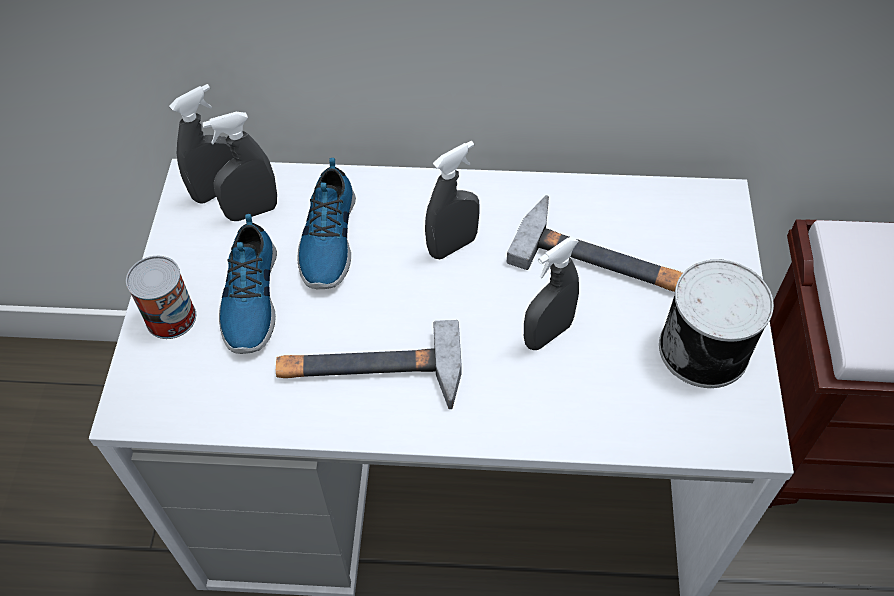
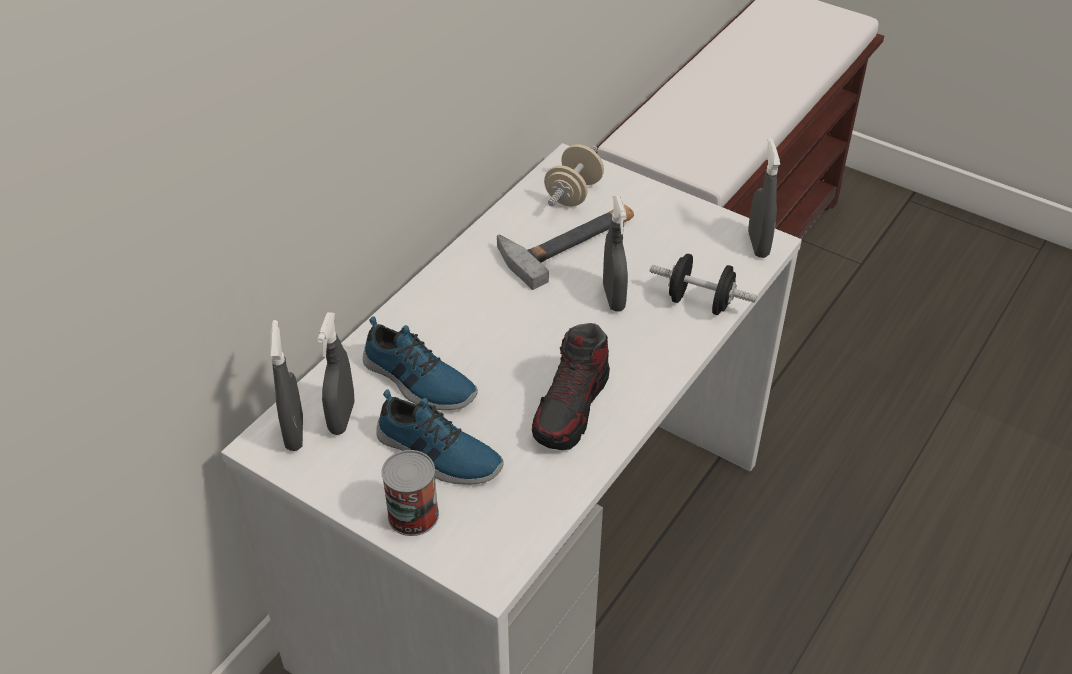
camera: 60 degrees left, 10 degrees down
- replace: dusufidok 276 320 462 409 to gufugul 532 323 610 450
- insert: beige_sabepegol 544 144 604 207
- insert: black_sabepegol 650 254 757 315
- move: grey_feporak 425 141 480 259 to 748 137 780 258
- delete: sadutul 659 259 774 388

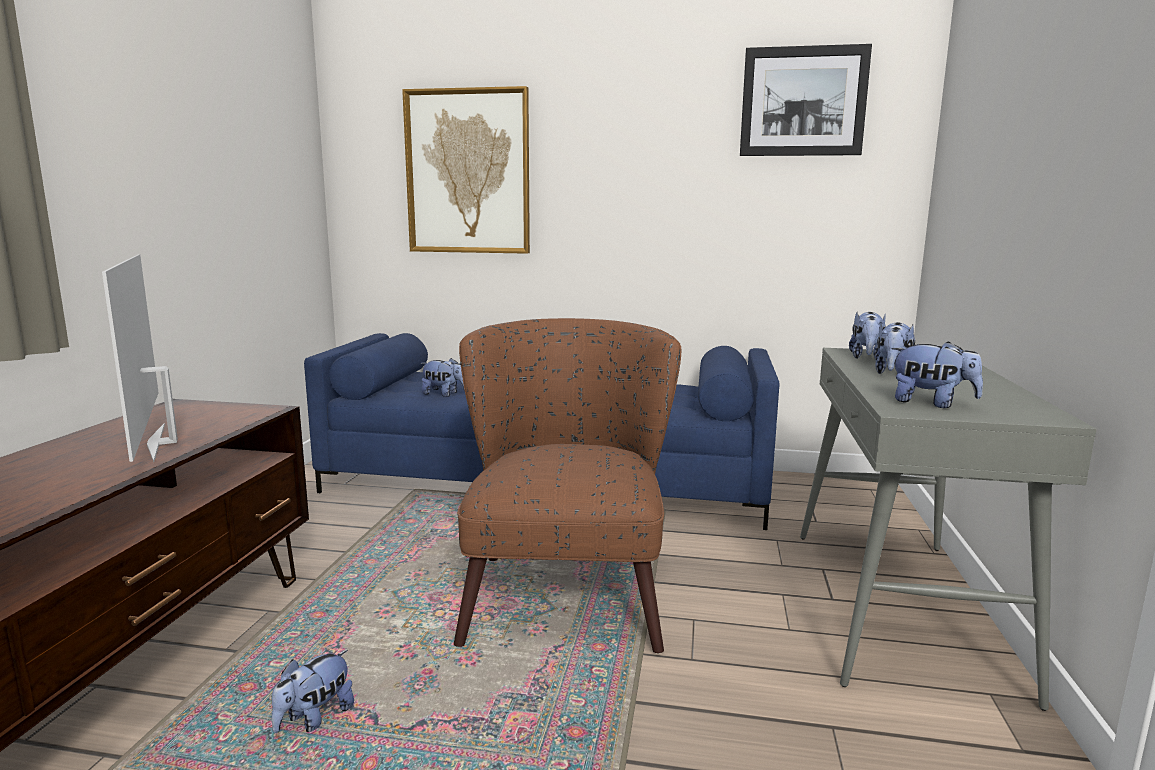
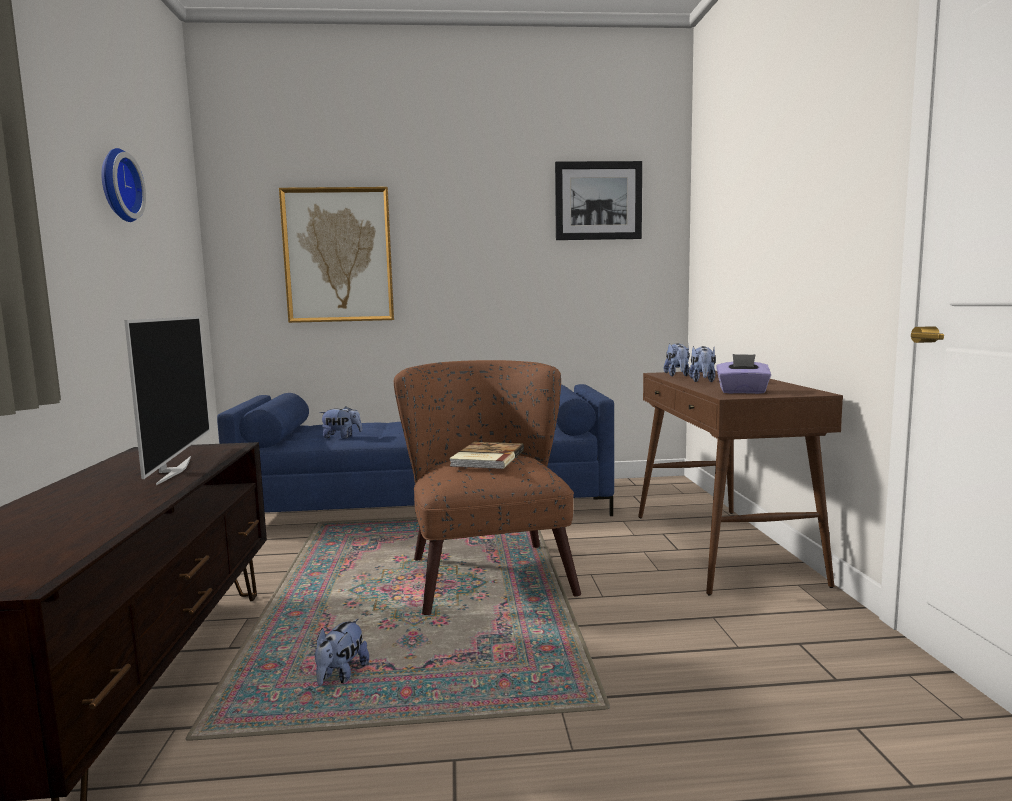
camera: 15 degrees left, 5 degrees down
- insert: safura 101 148 146 222
- rotate: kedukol 102 255 178 462 = 124 316 210 485 150 degrees counterclockwise
- insert: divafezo 449 442 524 469
- recolor: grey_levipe 800 348 1097 711 to brown_levipe 638 371 843 596
- replace: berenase 891 341 983 408 to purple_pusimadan 716 354 771 394

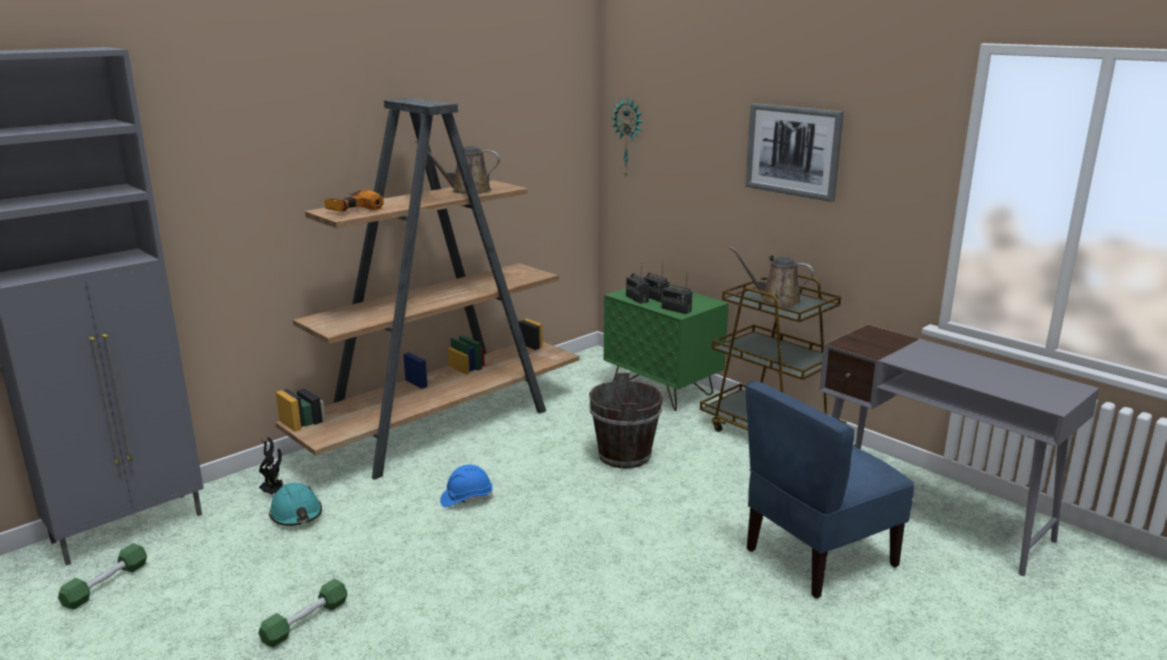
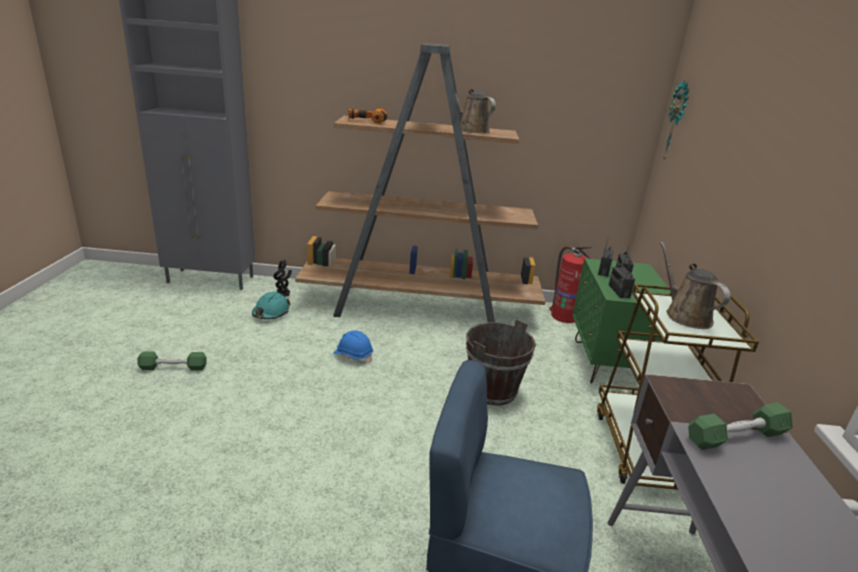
camera: 45 degrees right, 5 degrees up
- insert: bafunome 549 246 592 323
- move: green_sabepegol 58 543 147 609 to 688 403 793 450
- delete: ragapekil 745 103 844 202

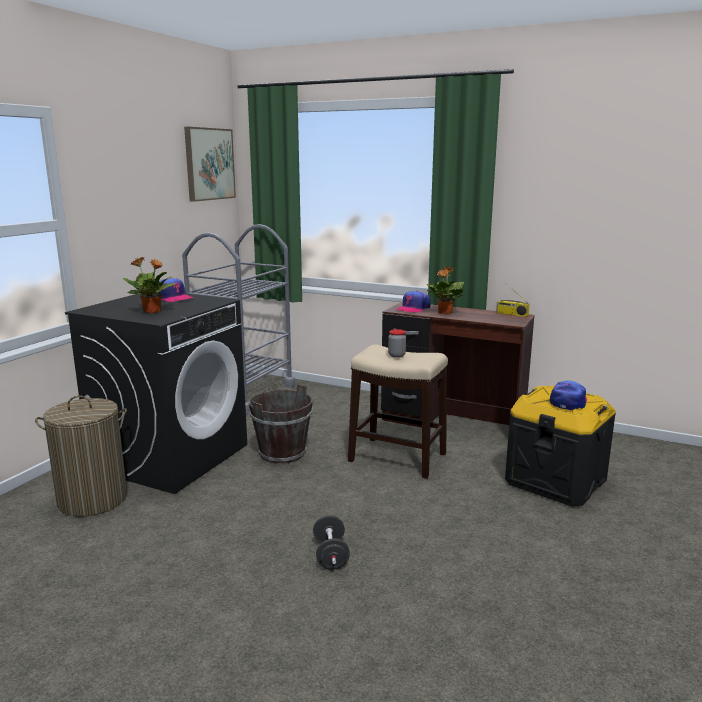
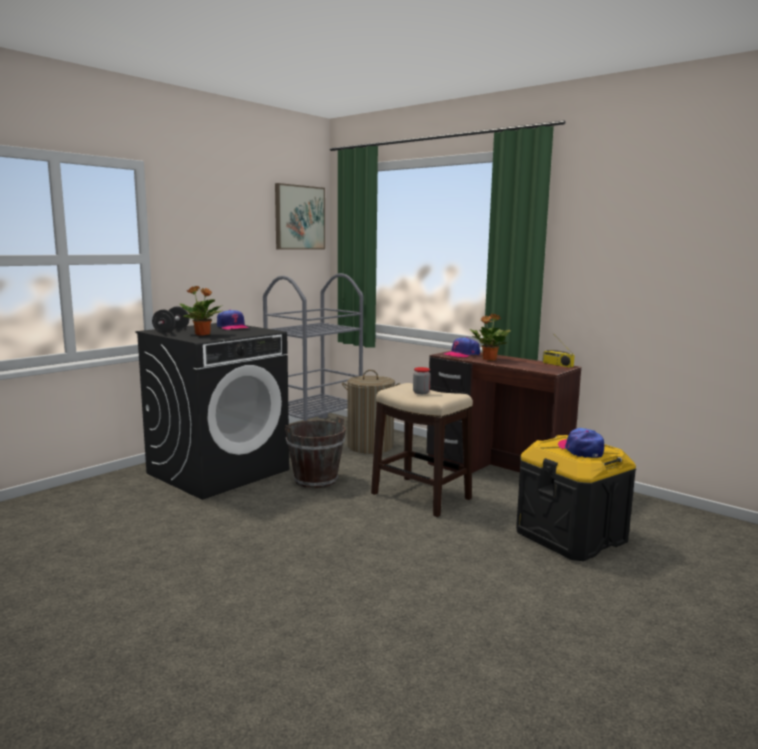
camera: 15 degrees right, 5 degrees down
- move: black_sabepegol 313 515 350 570 to 152 306 189 334
- move: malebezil 35 396 127 517 to 342 370 401 454
- rotate: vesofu 550 381 587 410 = 558 428 604 458 60 degrees counterclockwise

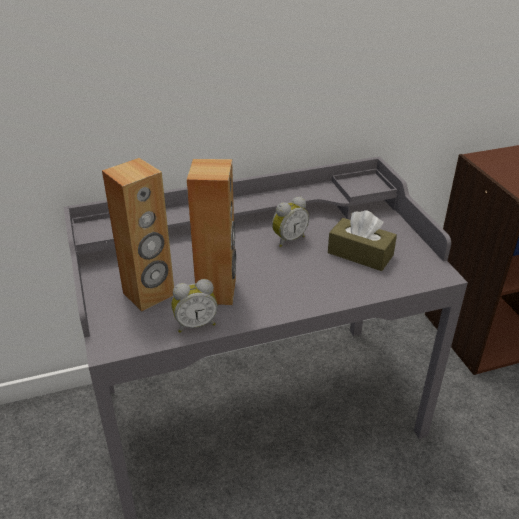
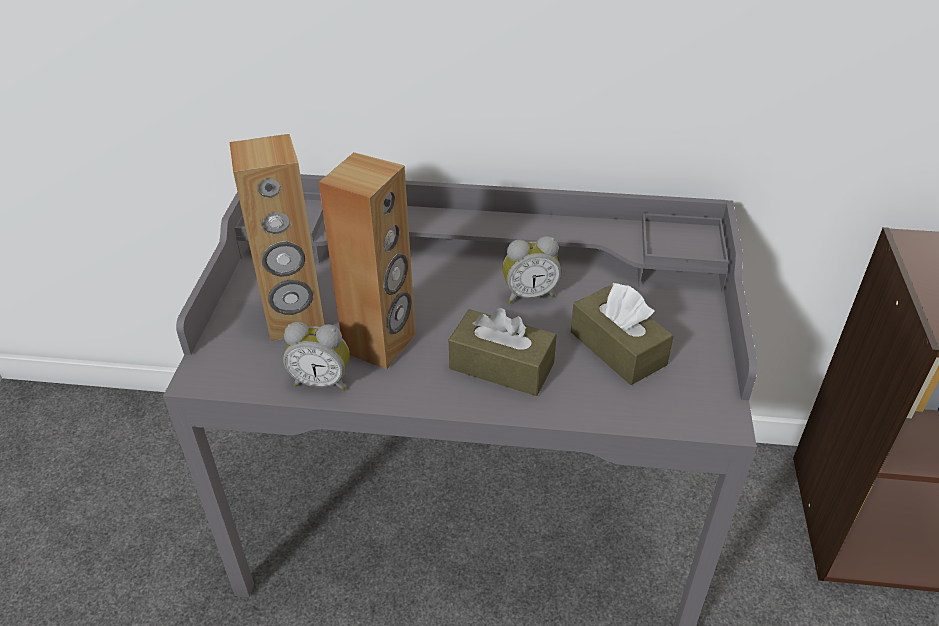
camera: 25 degrees right, 5 degrees up
- insert: brown_pusimadan 449 308 557 396

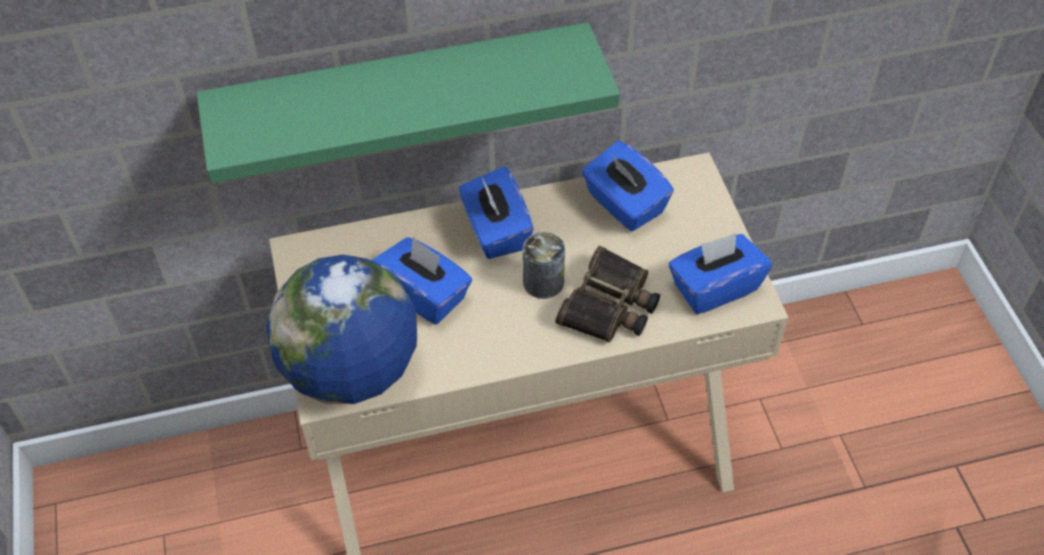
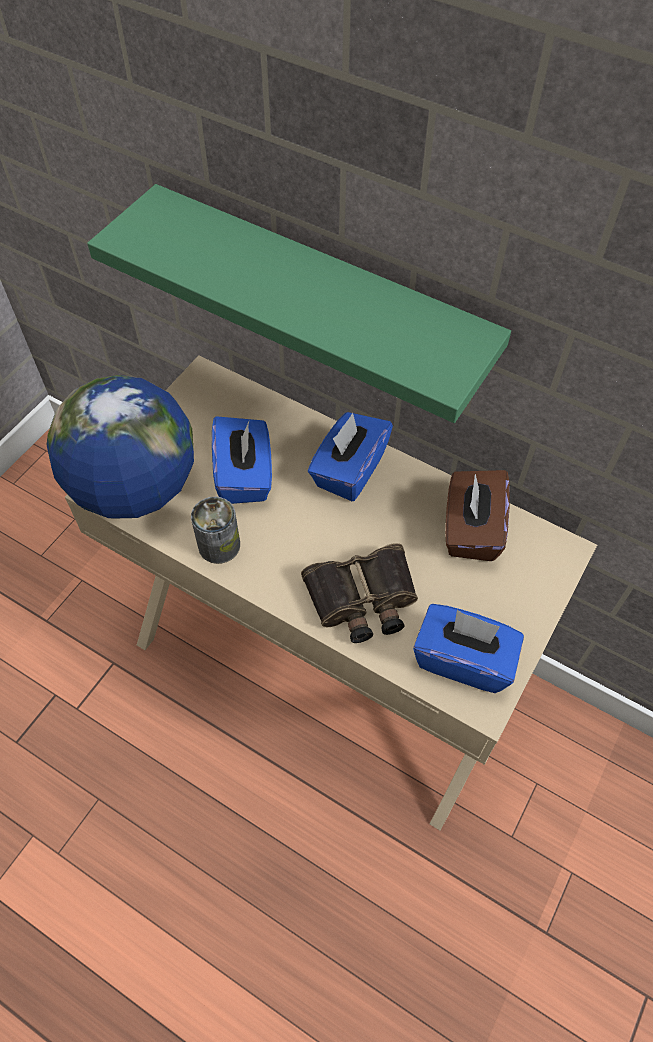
camera: 45 degrees right, 5 degrees up
- move: sadutul 523 232 565 299 to 191 497 240 564
- recolor: blue_pusimadan 582 141 674 231 to brown_pusimadan 445 470 510 561

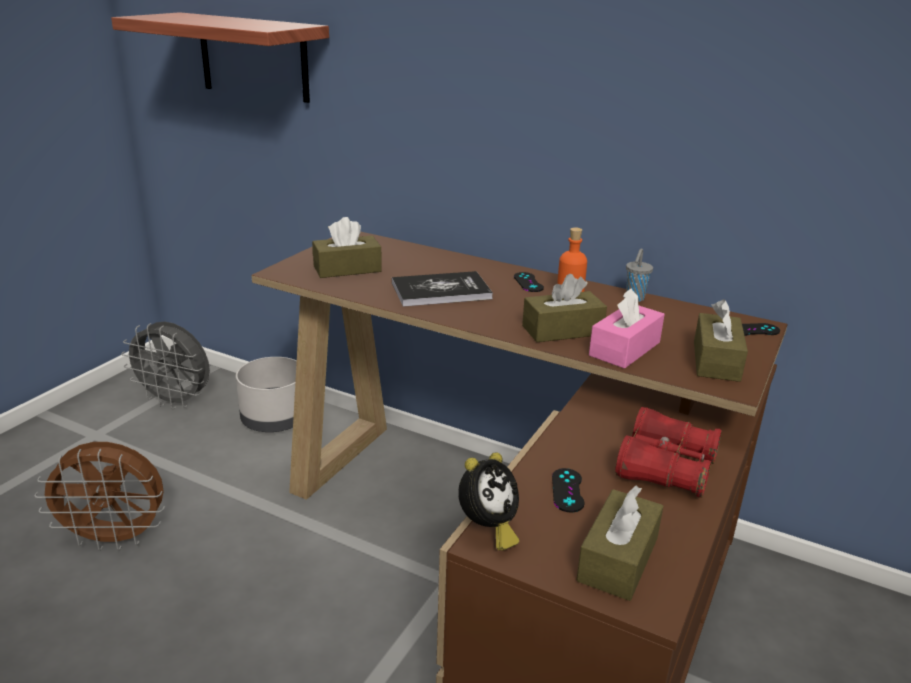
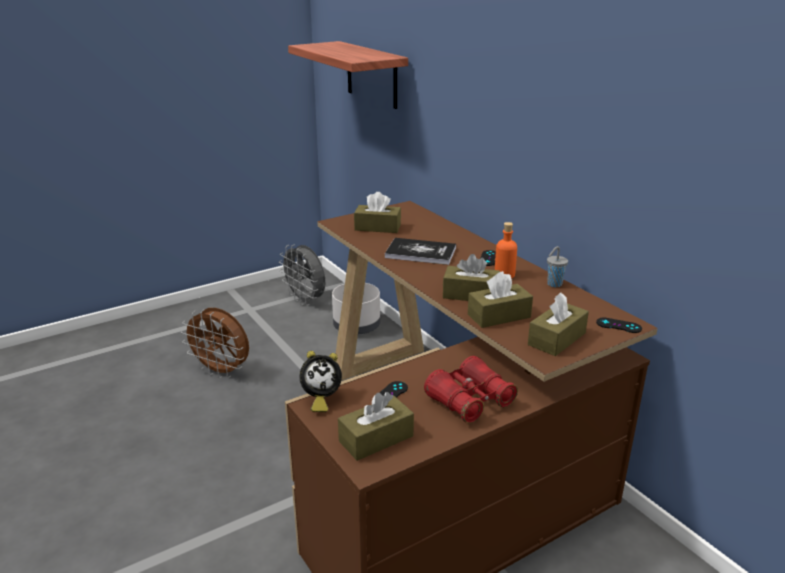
camera: 30 degrees right, 0 degrees up
- recolor: pink_pusimadan 589 288 665 369 to brown_pusimadan 468 271 533 328

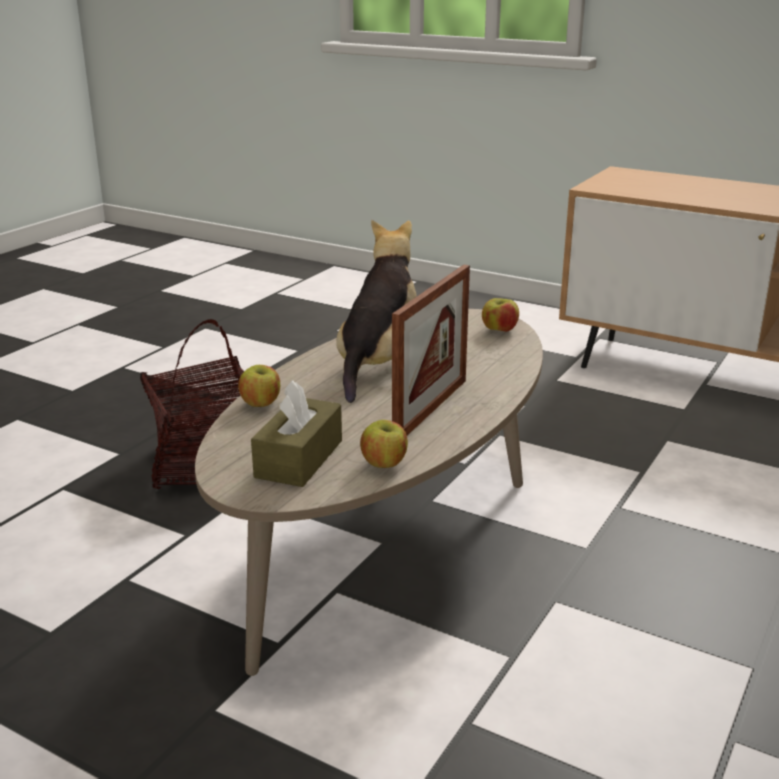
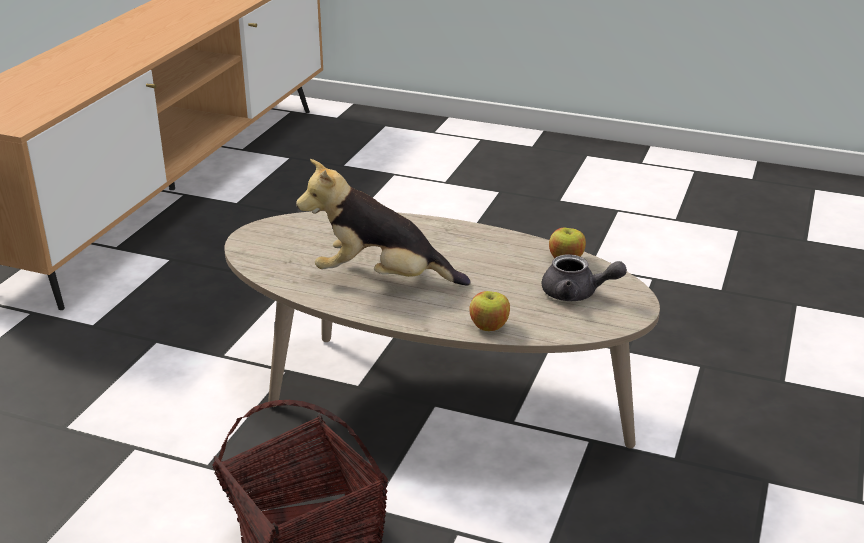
camera: 100 degrees left, 5 degrees up
- replace: brown_pusimadan 251 380 342 487 to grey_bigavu 542 254 627 301
- delete: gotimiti 392 264 470 435
- delete: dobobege 482 298 519 332

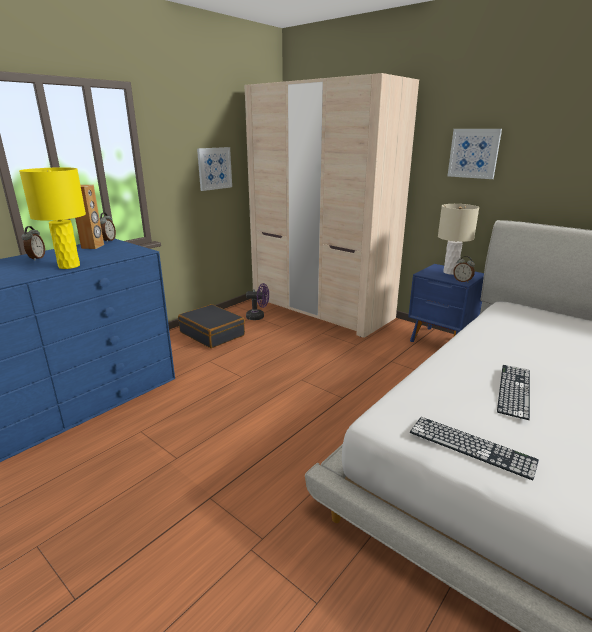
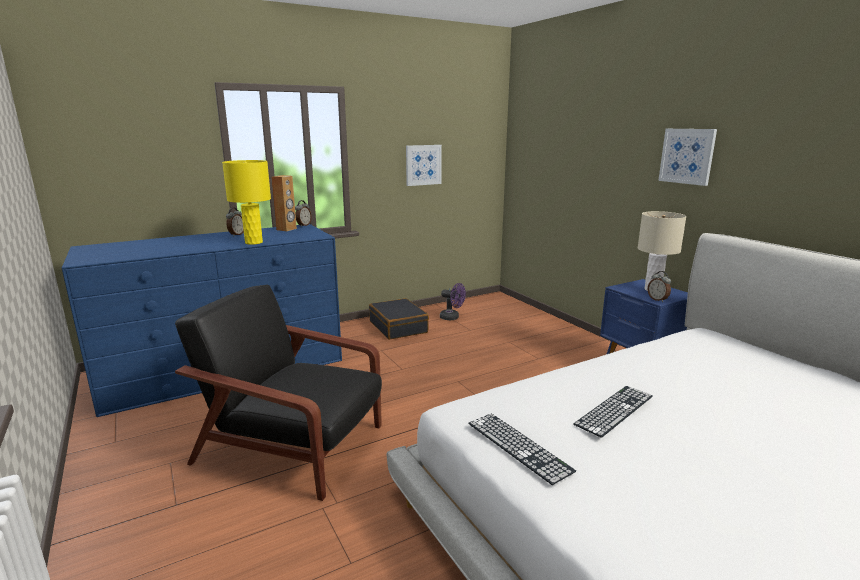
camera: 20 degrees right, 5 degrees down
- insert: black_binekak 175 284 382 501
- delete: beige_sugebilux 244 73 419 338

